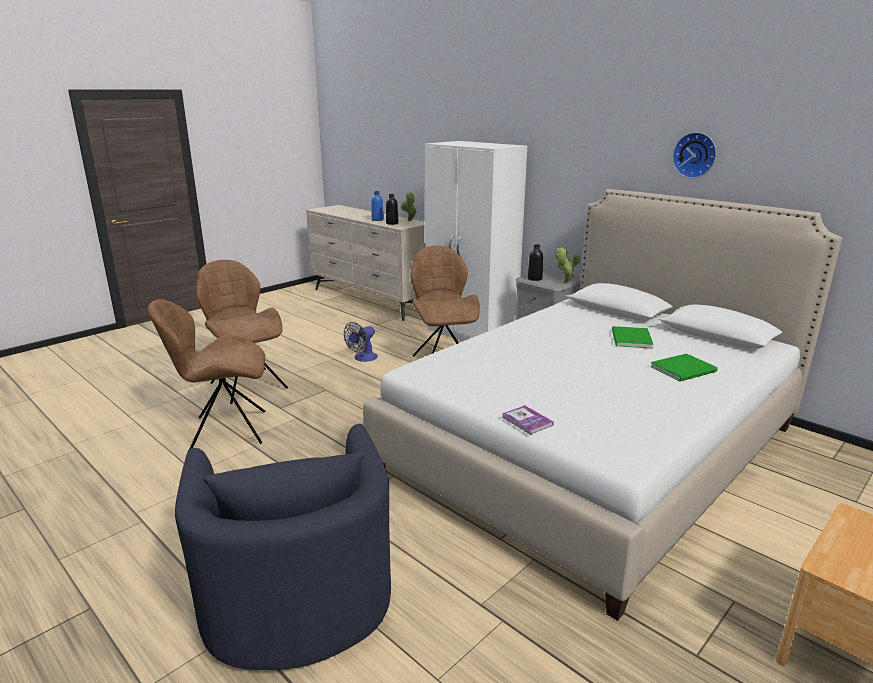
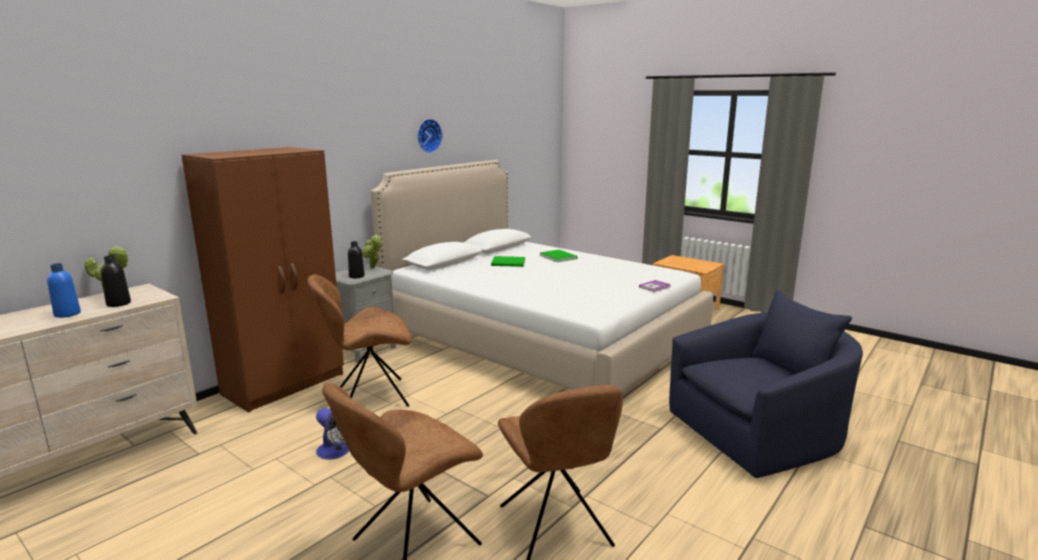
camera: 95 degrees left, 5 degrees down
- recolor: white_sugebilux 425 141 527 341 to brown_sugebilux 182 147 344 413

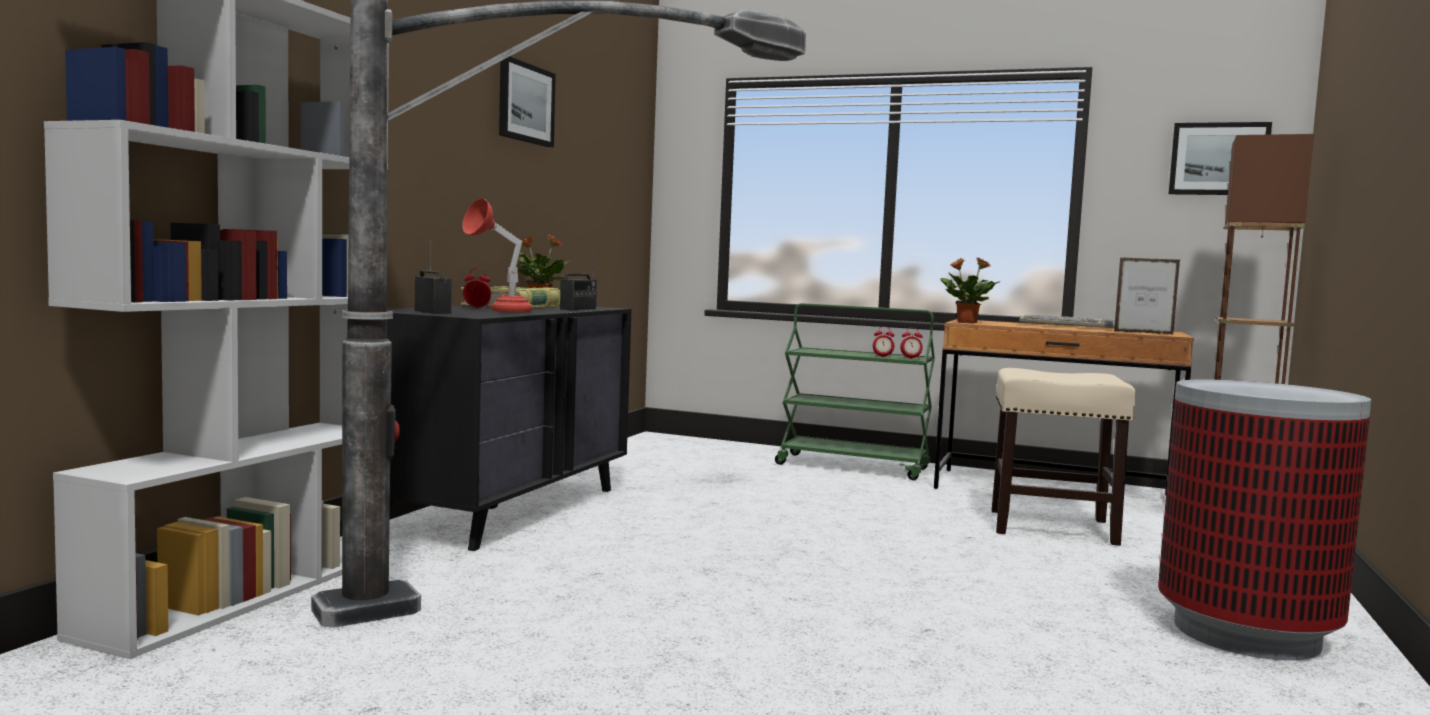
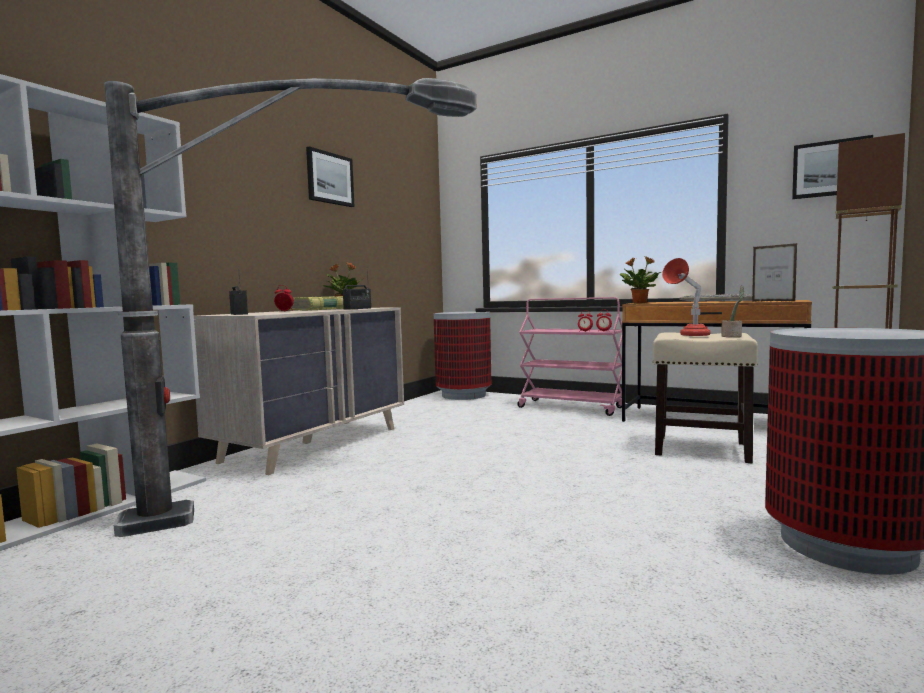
camera: 10 degrees right, 0 degrees up
- recolor: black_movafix 387 305 632 551 to beige_movafix 194 307 404 475
- insert: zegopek 434 311 492 400
- recolor: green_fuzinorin 775 303 935 480 to pink_fuzinorin 517 297 626 416
- move: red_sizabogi 462 198 532 312 to 662 258 711 336
- insert: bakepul 721 285 744 337
- rotate: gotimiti 1114 257 1180 335 = 752 243 797 302 150 degrees counterclockwise

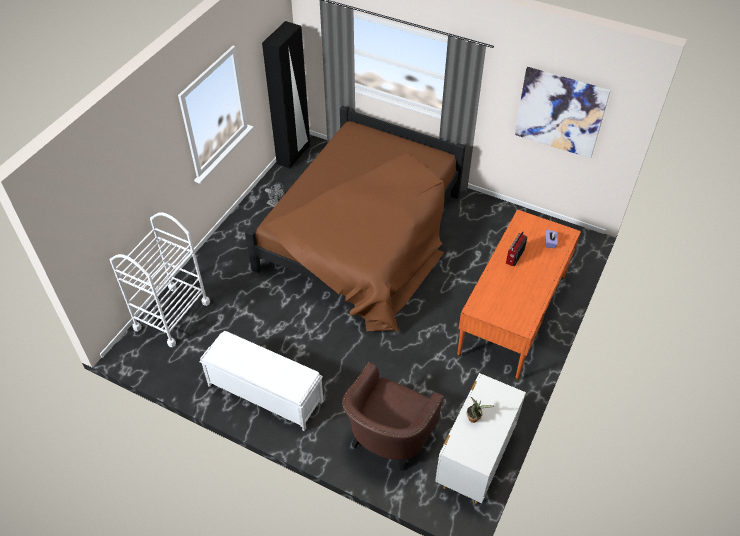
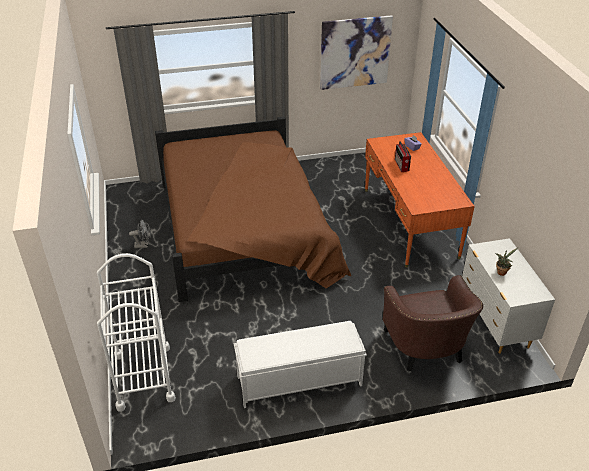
camera: 40 degrees left, 10 degrees down
- delete: black_sugebilux 262 21 310 168

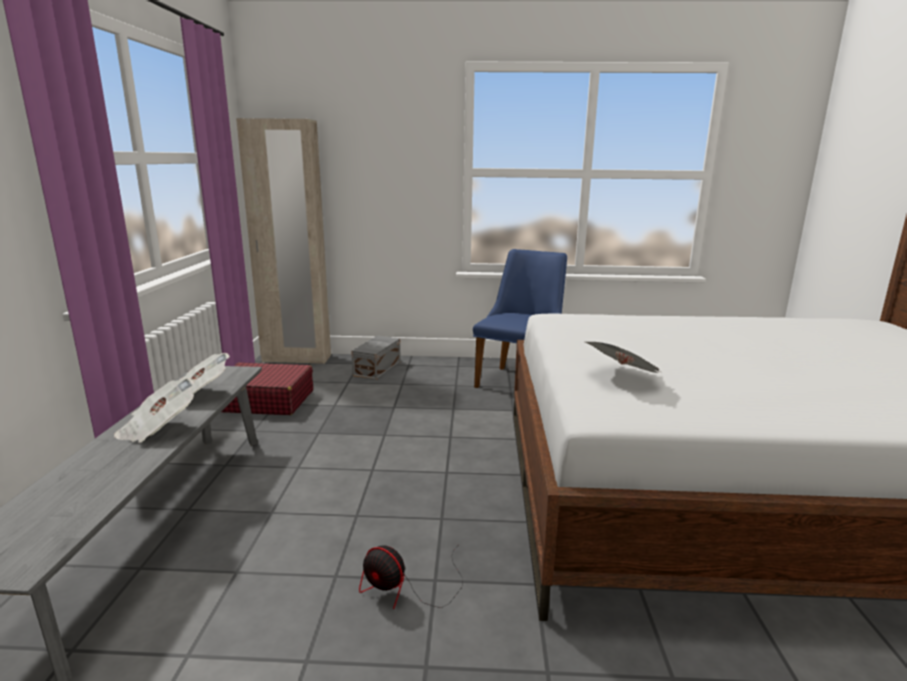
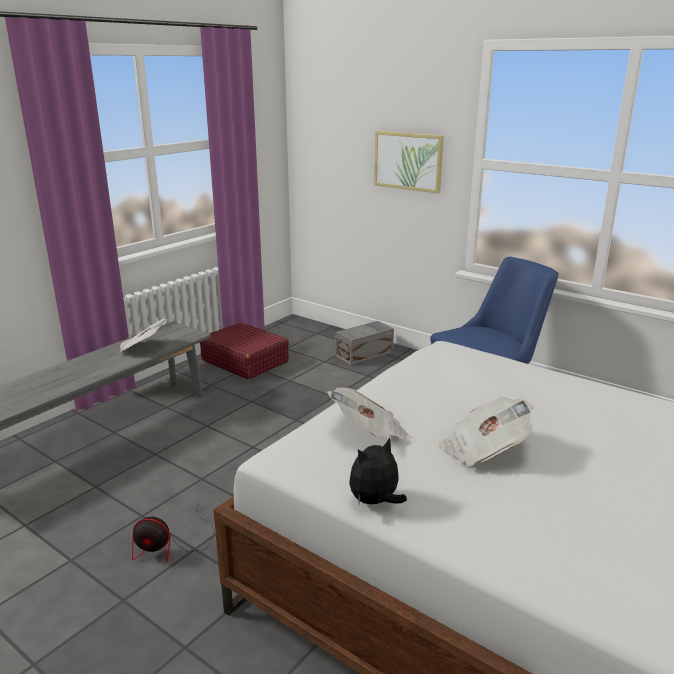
camera: 35 degrees right, 5 degrees up
- rotate: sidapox 359 546 463 609 = 132 505 215 562 60 degrees counterclockwise
- insert: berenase 349 437 407 506
- insert: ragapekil 374 131 444 193
- move: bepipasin 114 378 195 443 to 439 397 533 466
- delete: beige_sugebilux 236 118 331 364

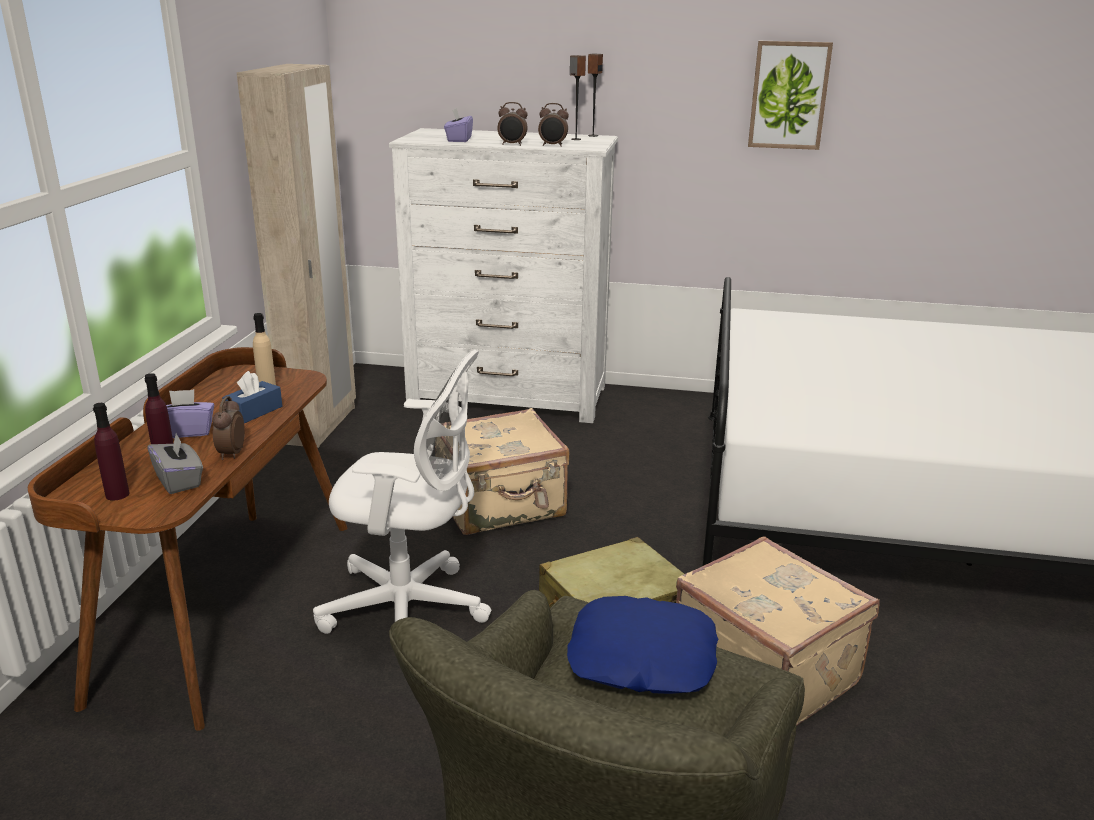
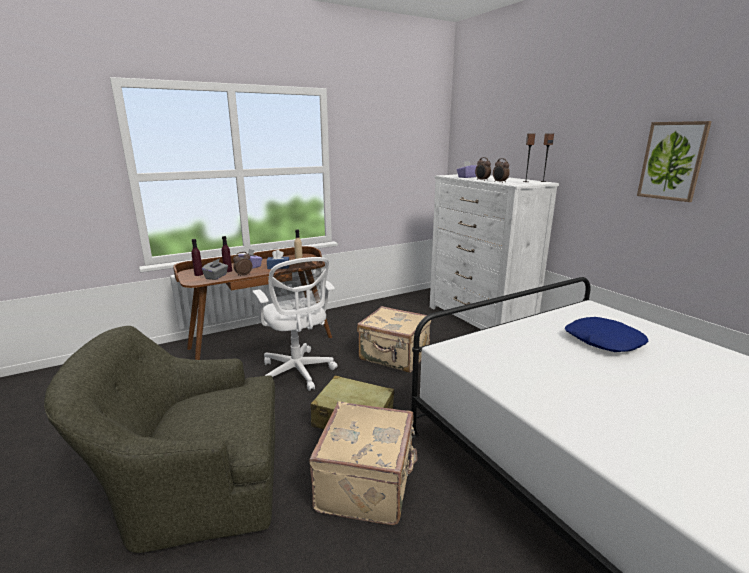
camera: 50 degrees right, 5 degrees down
- move: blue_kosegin 567 596 718 694 to 565 317 648 352
- delete: beige_sugebilux 237 64 356 448

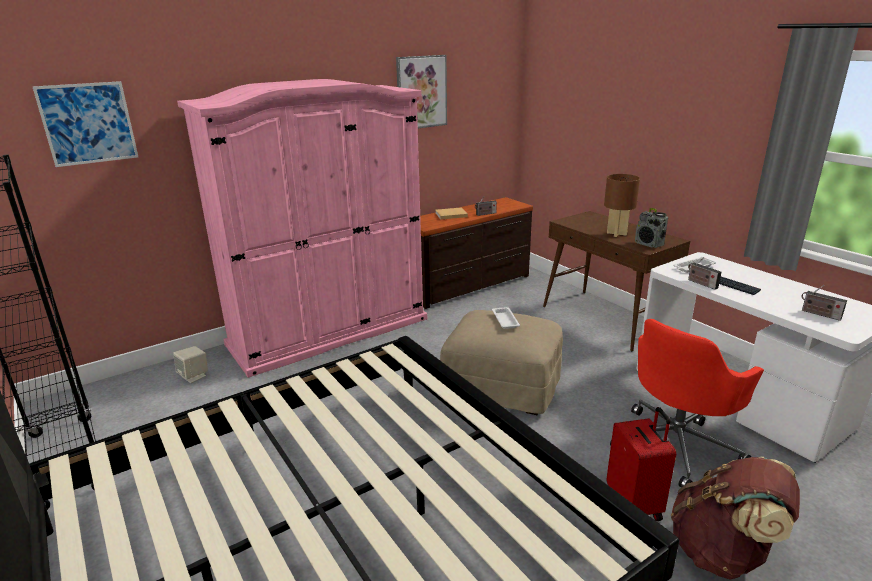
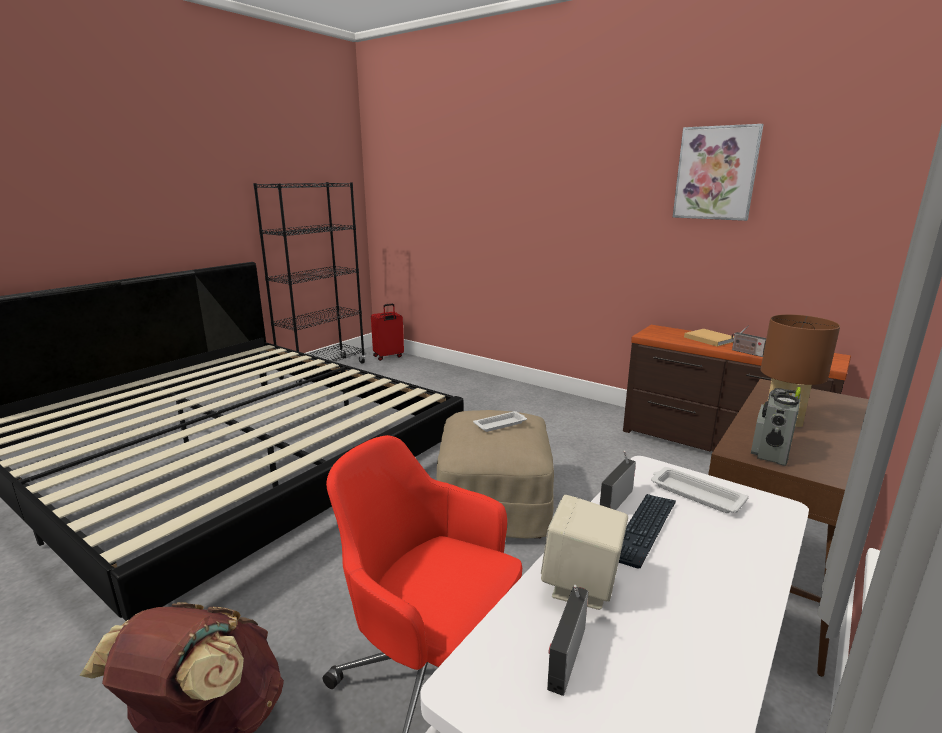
camera: 70 degrees right, 5 degrees down
- move: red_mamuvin 607 407 676 521 to 371 304 404 361
- move: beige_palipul 173 346 208 383 to 541 495 628 610
- delete: ragapekil 32 81 138 167
- delete: pink_sugebilux 177 79 427 378

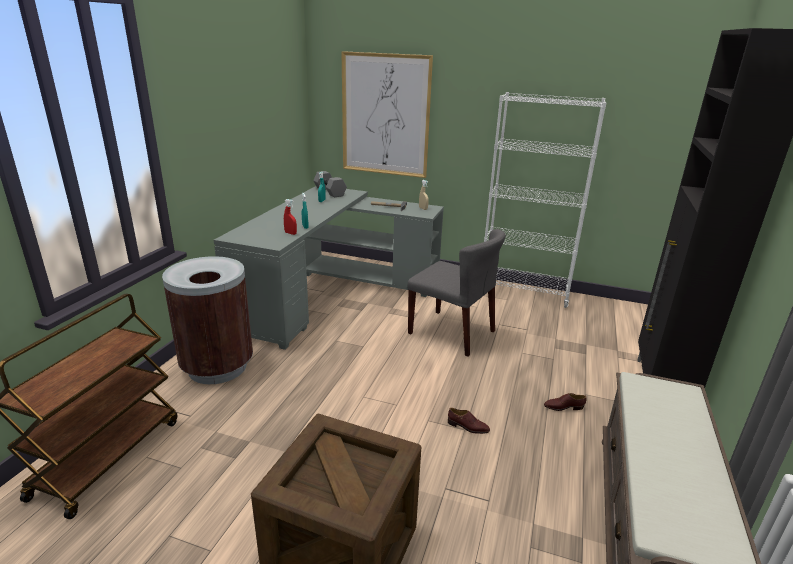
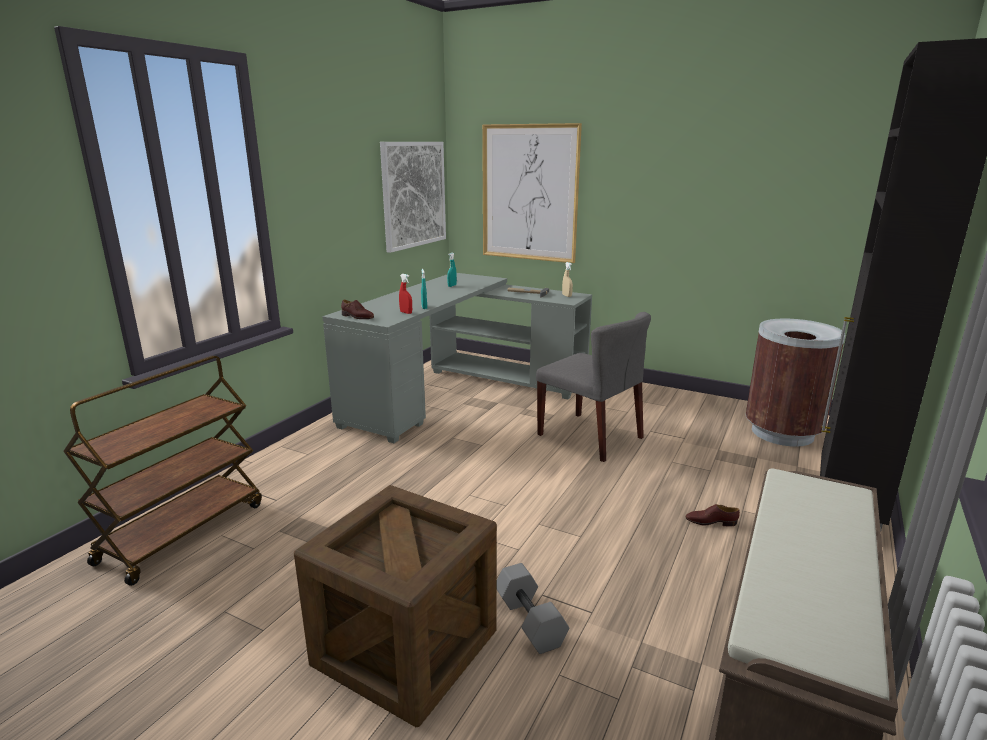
camera: 10 degrees right, 5 degrees down
- move: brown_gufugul 448 408 490 434 to 341 300 374 319
- insert: ragapekil 380 142 446 253
- move: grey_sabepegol 313 171 347 198 to 497 563 569 654
- move: brown_zegopek 162 256 253 384 to 746 319 845 447
- delete: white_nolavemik 484 92 607 308

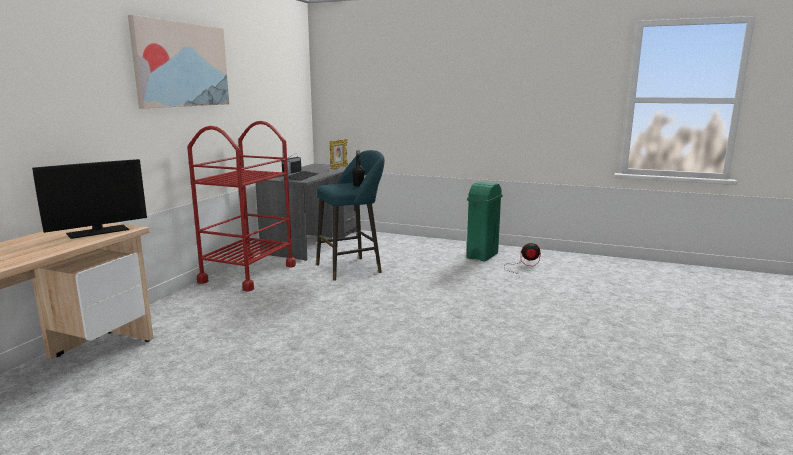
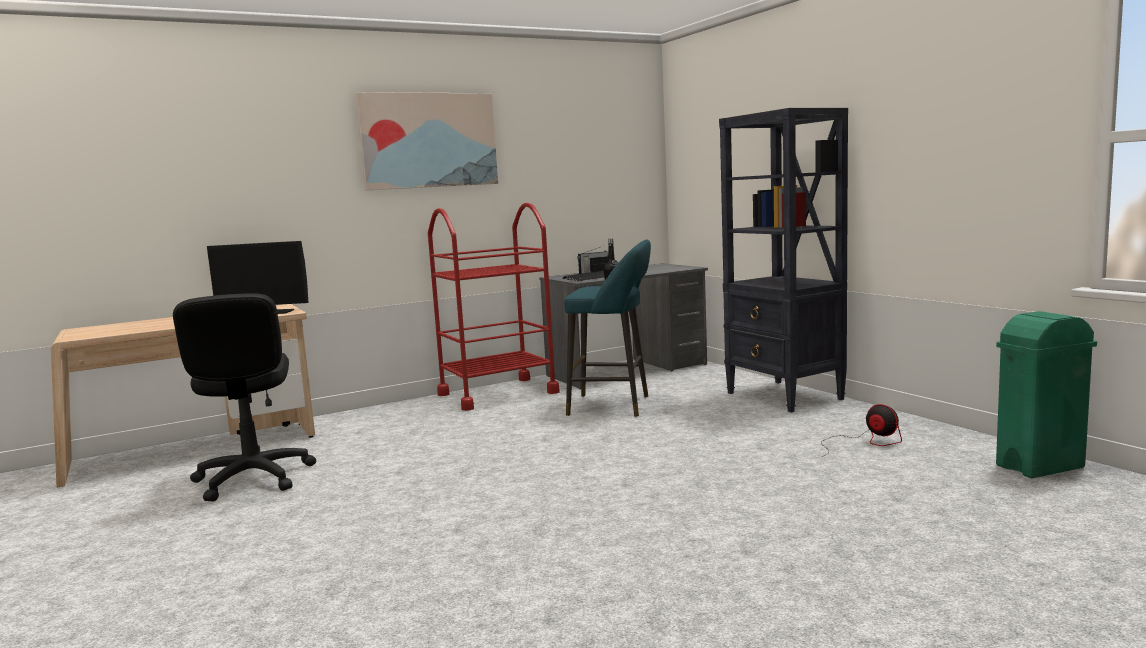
camera: 40 degrees right, 5 degrees down
- insert: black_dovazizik 173 293 316 502
- insert: black_nolavemik 719 108 848 412
- move: green_zegopek 467 182 503 261 to 996 311 1097 479
- delete: gotimiti 329 139 348 170

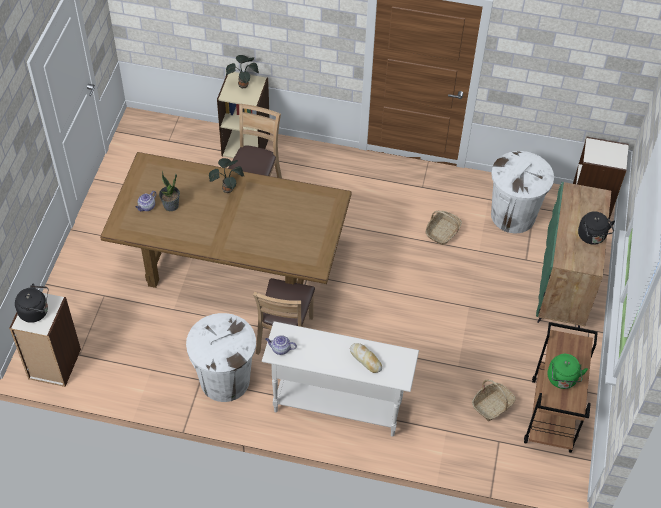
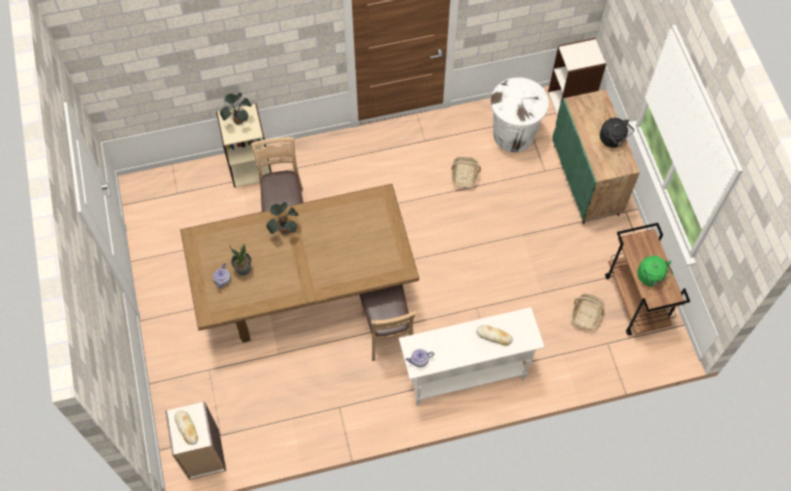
camera: 25 degrees left, 10 degrees up
- replace: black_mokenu 15 283 48 323 to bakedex 175 410 198 445
- delete: white_zegopek 186 313 256 402

